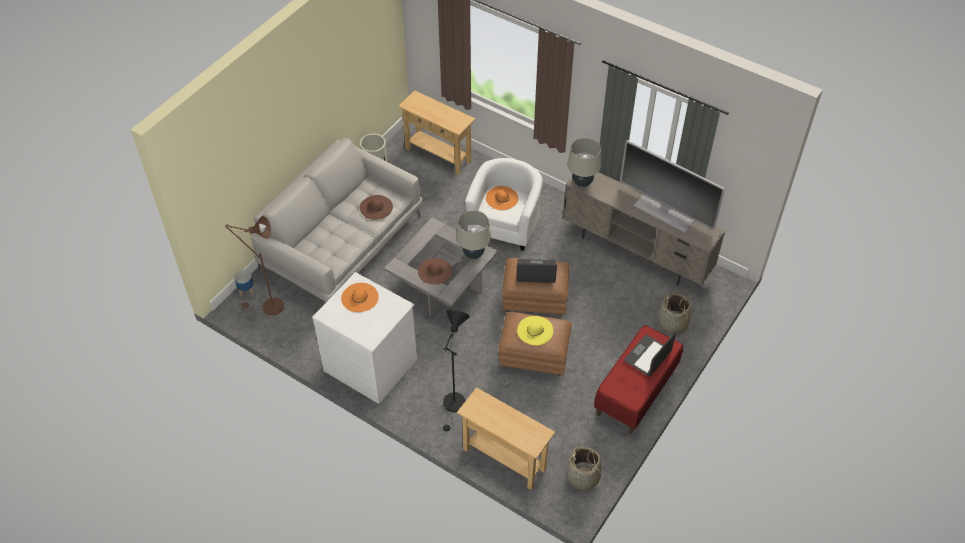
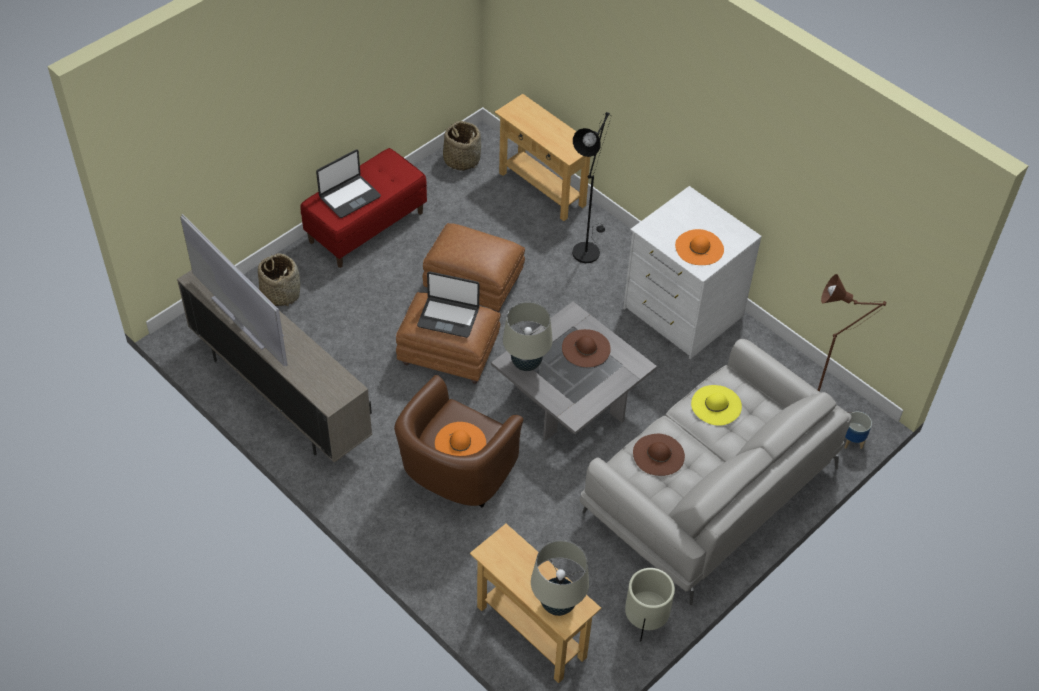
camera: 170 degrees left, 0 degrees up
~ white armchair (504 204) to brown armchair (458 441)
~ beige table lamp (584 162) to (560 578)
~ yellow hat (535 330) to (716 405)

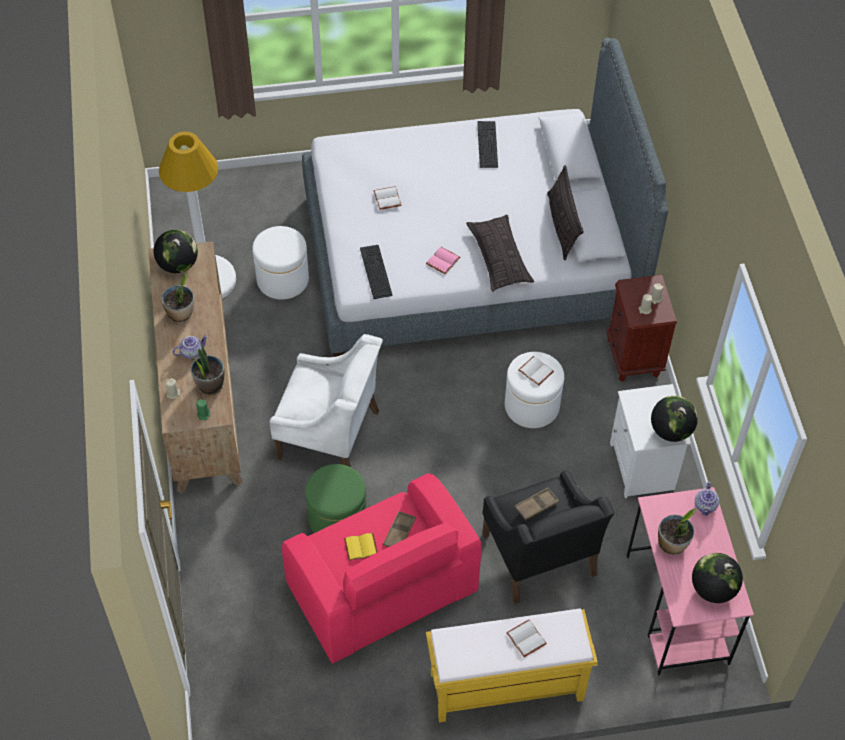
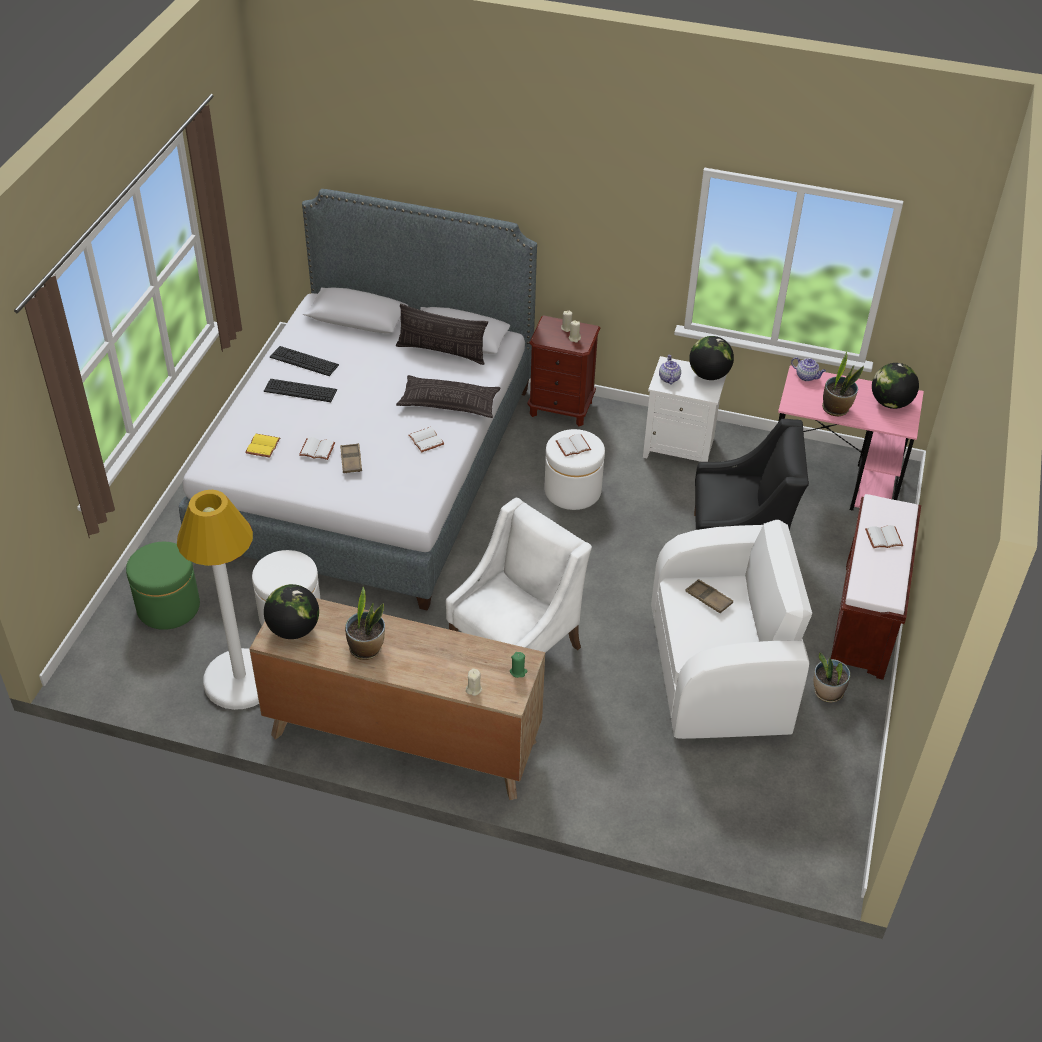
camera: 65 degrees left, 10 degrees down
~ green ottoman (335 498) to (163 586)
~ yellow book (360 547) to (262 445)
~ keyboard (376 272) to (300 390)
~ brown tray (537 504) to (351 458)
~ pink book (443 260) to white book (426 439)
~ pink armchair (381 568) to white armchair (731 629)
~ teapot (190 347) to (670 370)
~ potted plant (207 367) to (832 677)
~ yellow bench (512 665) to brown bench (876 587)

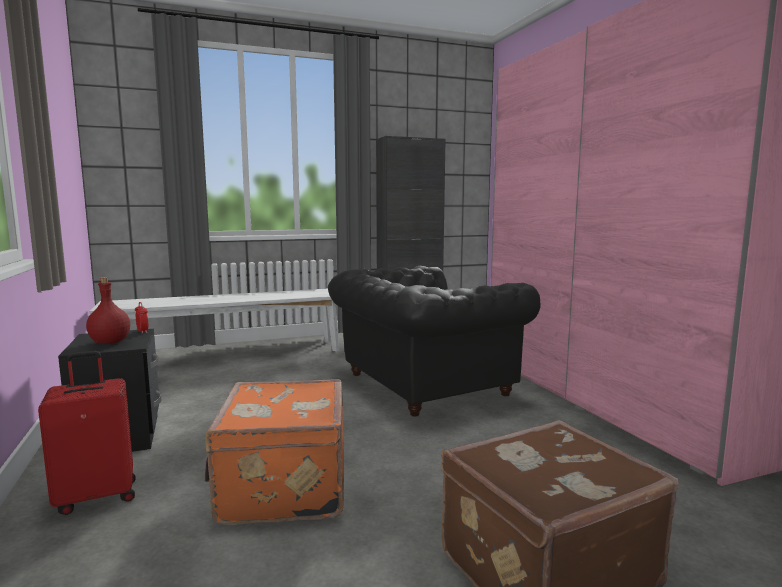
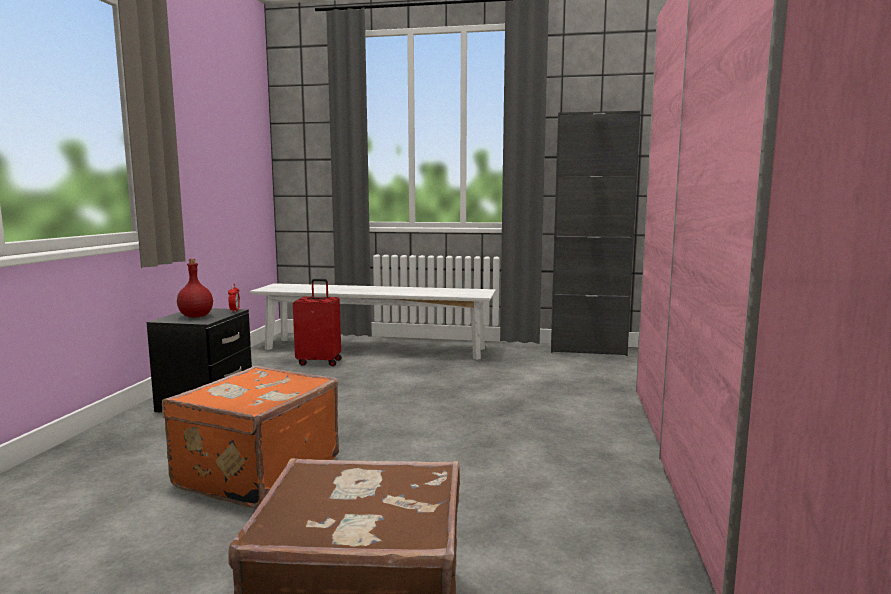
camera: 30 degrees right, 0 degrees up
~ red suitcase (87 433) to (317 322)
- black armchair (434 341)

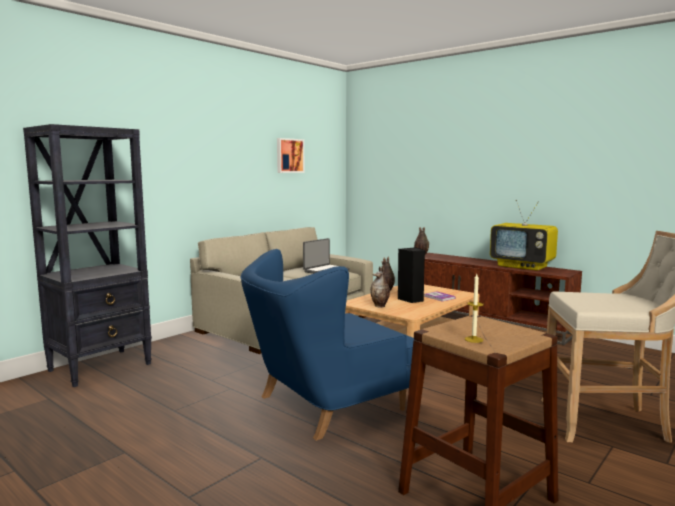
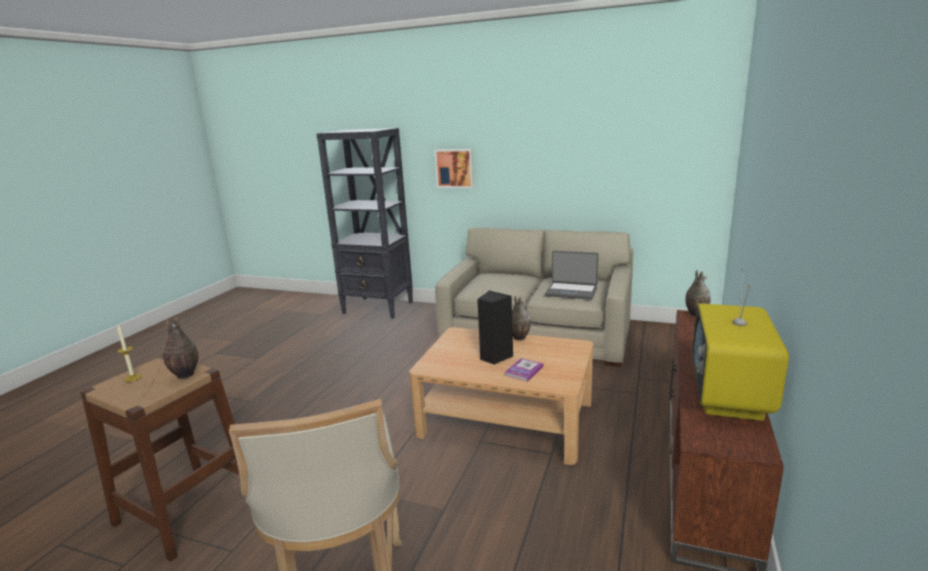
camera: 70 degrees right, 10 degrees up
~ vase (380 287) to (180 348)
~ picture (291 155) to (454 168)
- blue armchair (327 345)

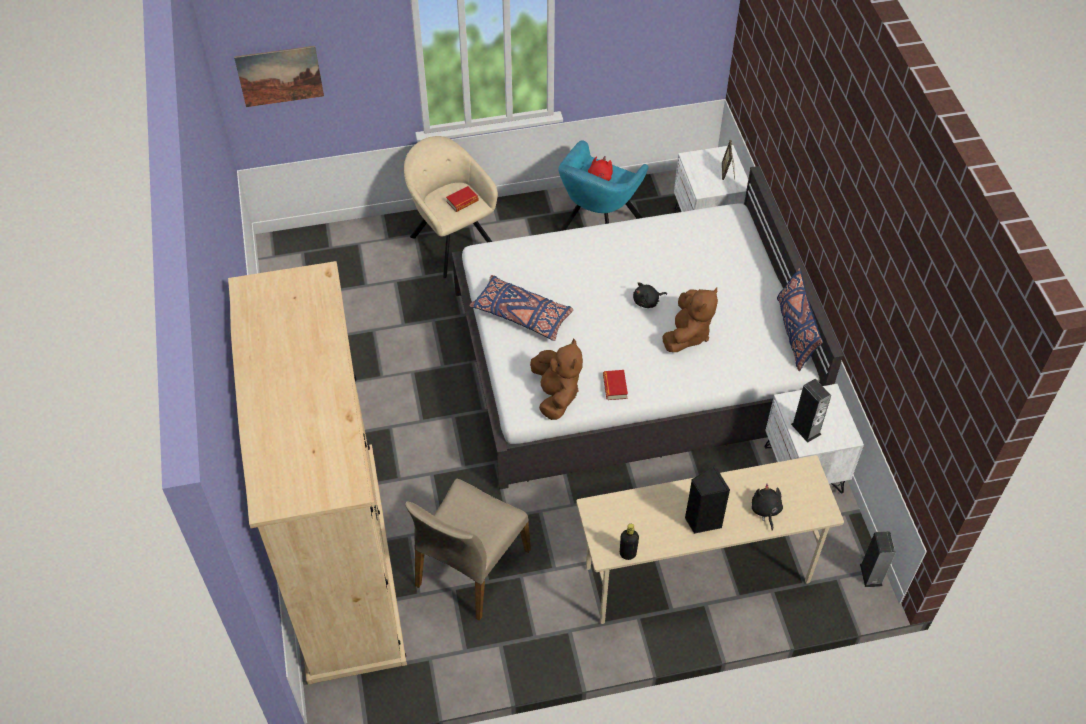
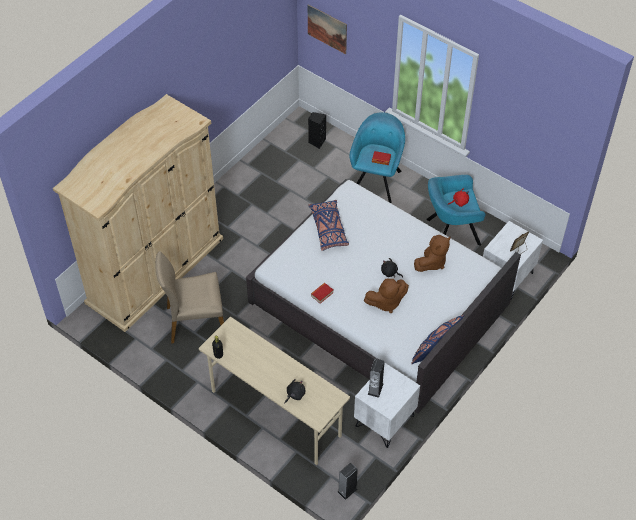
camera: 50 degrees right, 0 degrees up
~ black speaker (707 499) to (317 130)
~ beige armchair (451 207) to turquoise armchair (377 157)
~ brown plush toy (556 379) to (432 253)

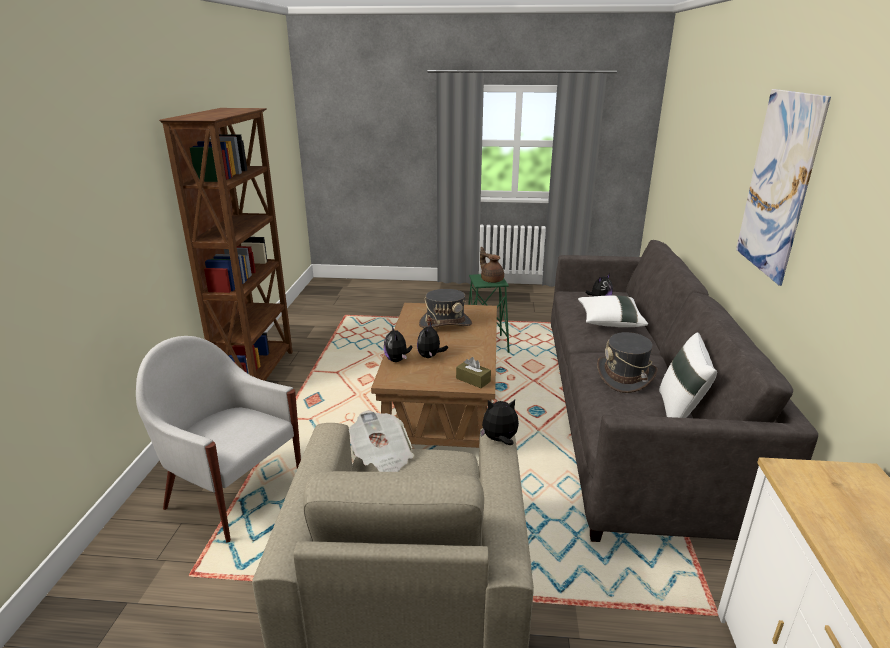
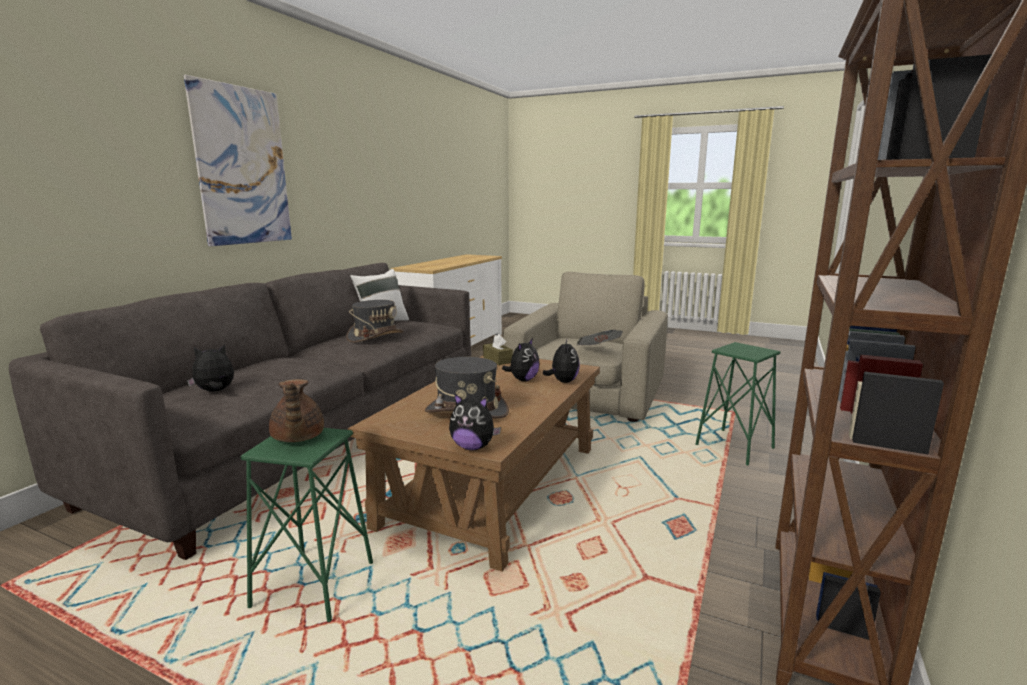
camera: 160 degrees left, 10 degrees down
~ plush toy (499 422) to (475 422)
~ white armchair (218 439) to green stool (737 404)
- white pillow (613 311)

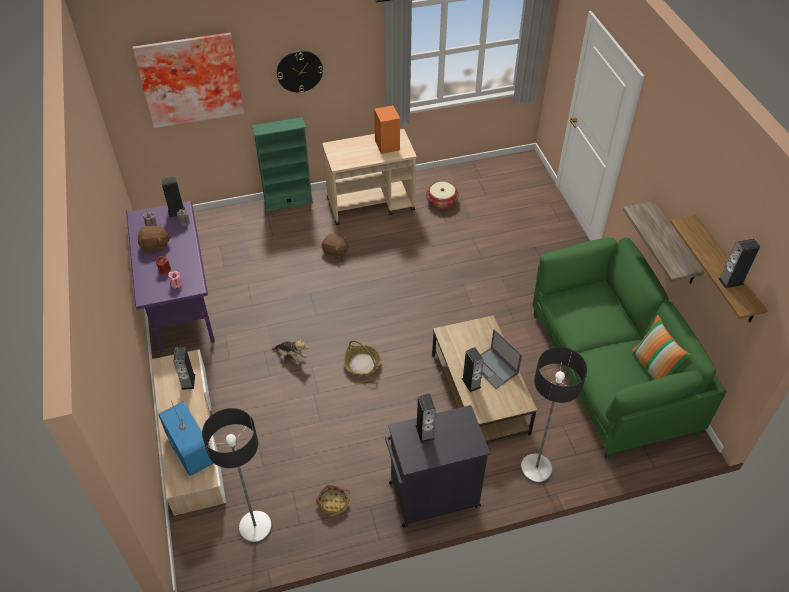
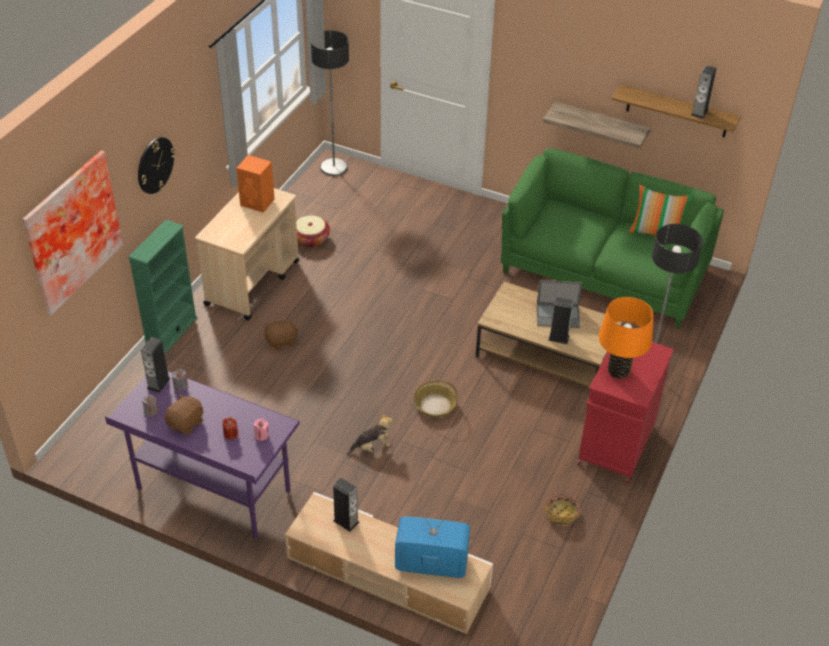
camera: 50 degrees left, 5 degrees down
~ floor lamp (237 475) to (330 103)
~ black cabinet (438 466) to red cabinet (626 412)
~ speaker (425 418) to orange table lamp (626 338)

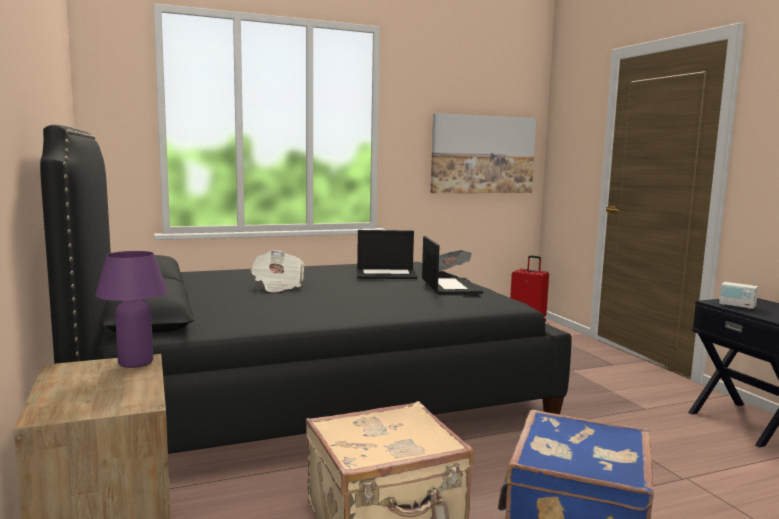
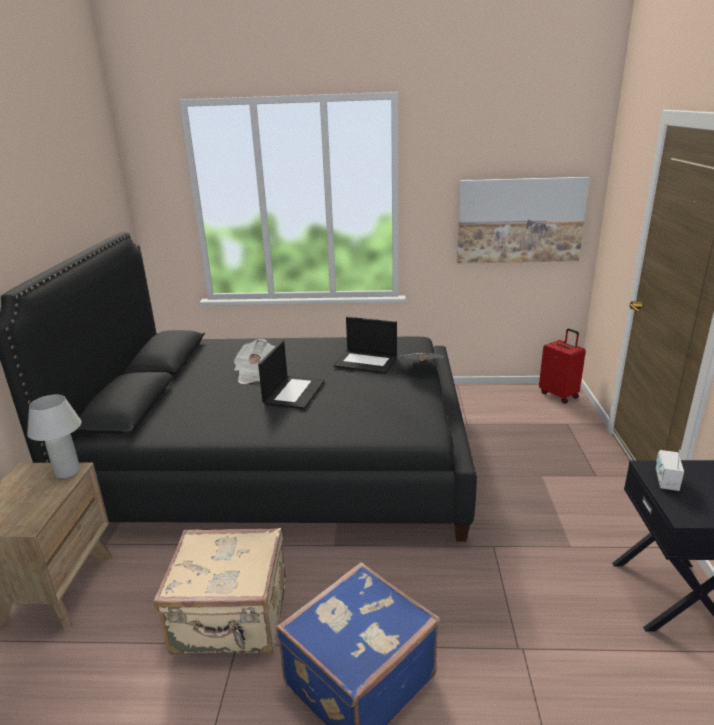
camera: 25 degrees right, 15 degrees up
~ purple table lamp (131 309) to white table lamp (54 437)
~ laptop (452 265) to (291 374)
~ radio (738 289) = (670 470) 45 degrees clockwise

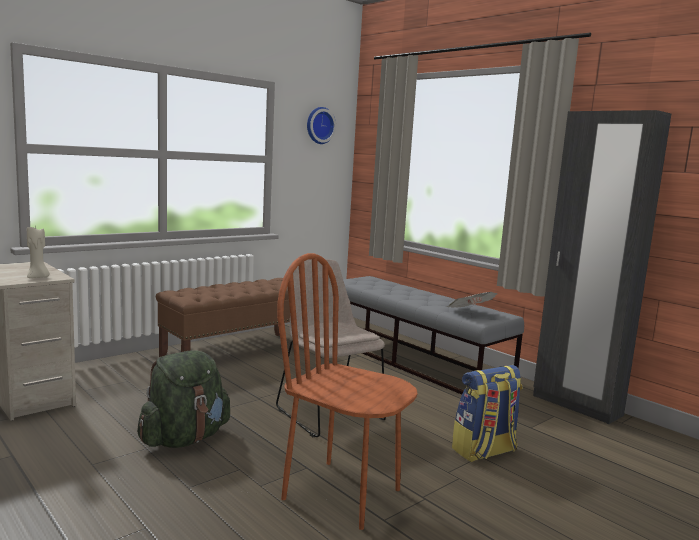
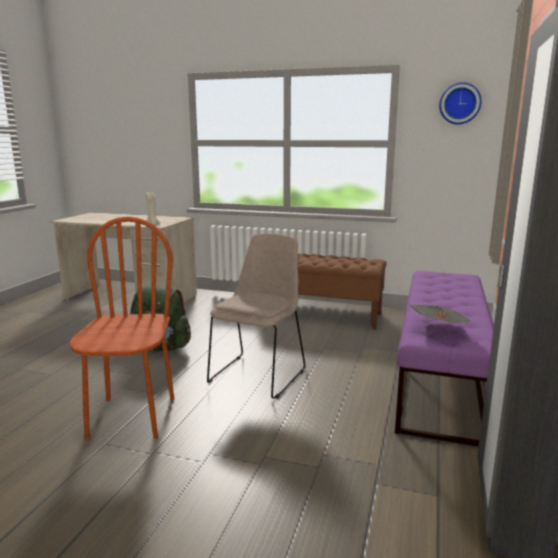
camera: 60 degrees right, 5 degrees up
~ grey bench (433 335) to purple bench (444 358)
- backpack (487 413)

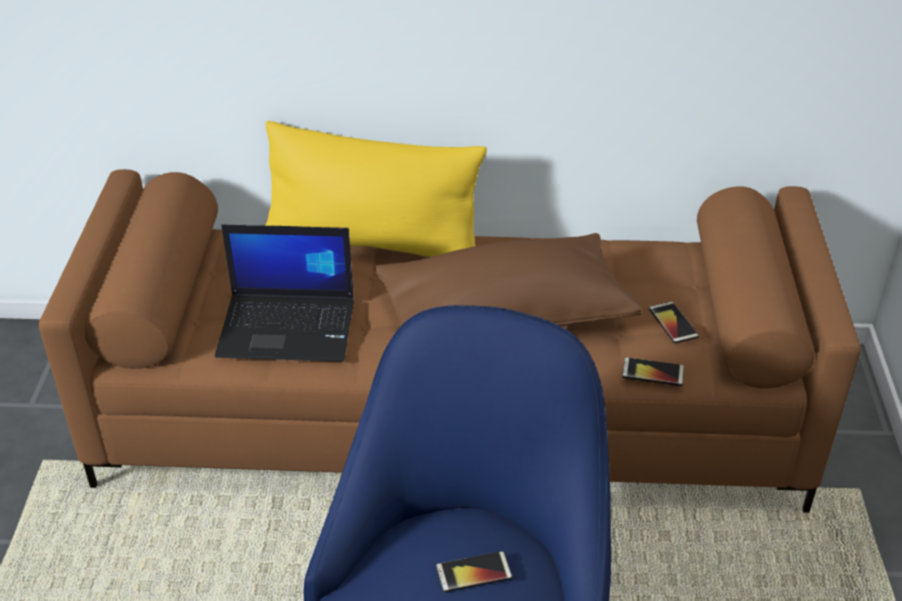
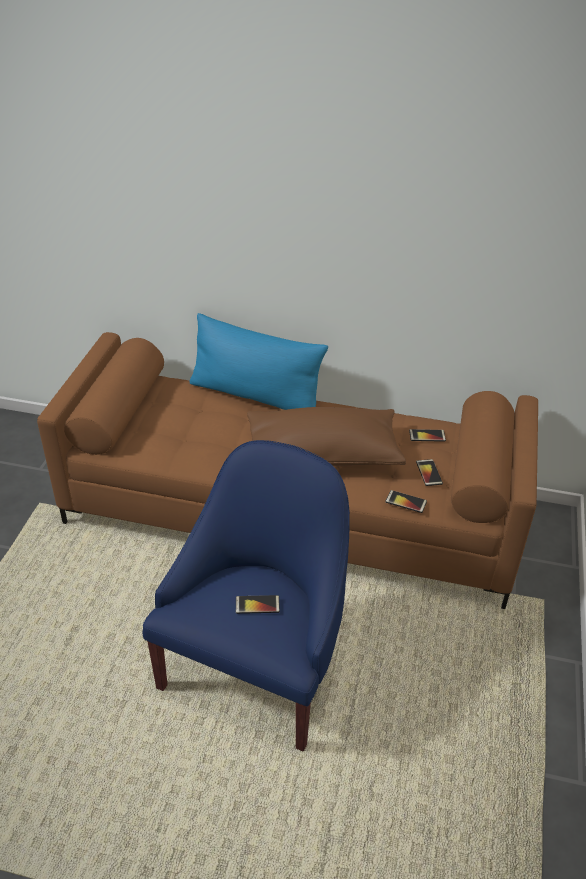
camera: 10 degrees right, 0 degrees up
~ yellow pillow (376 189) to blue pillow (259 361)
+ phone (427 435)
- laptop (284 293)

